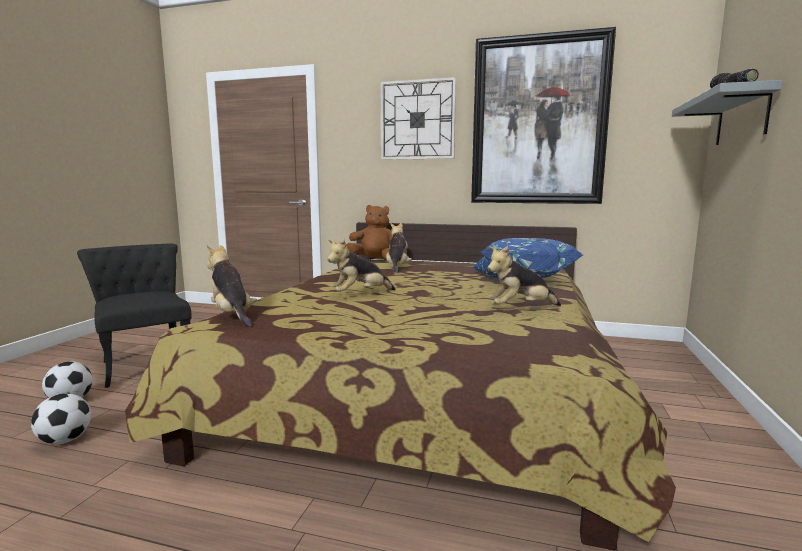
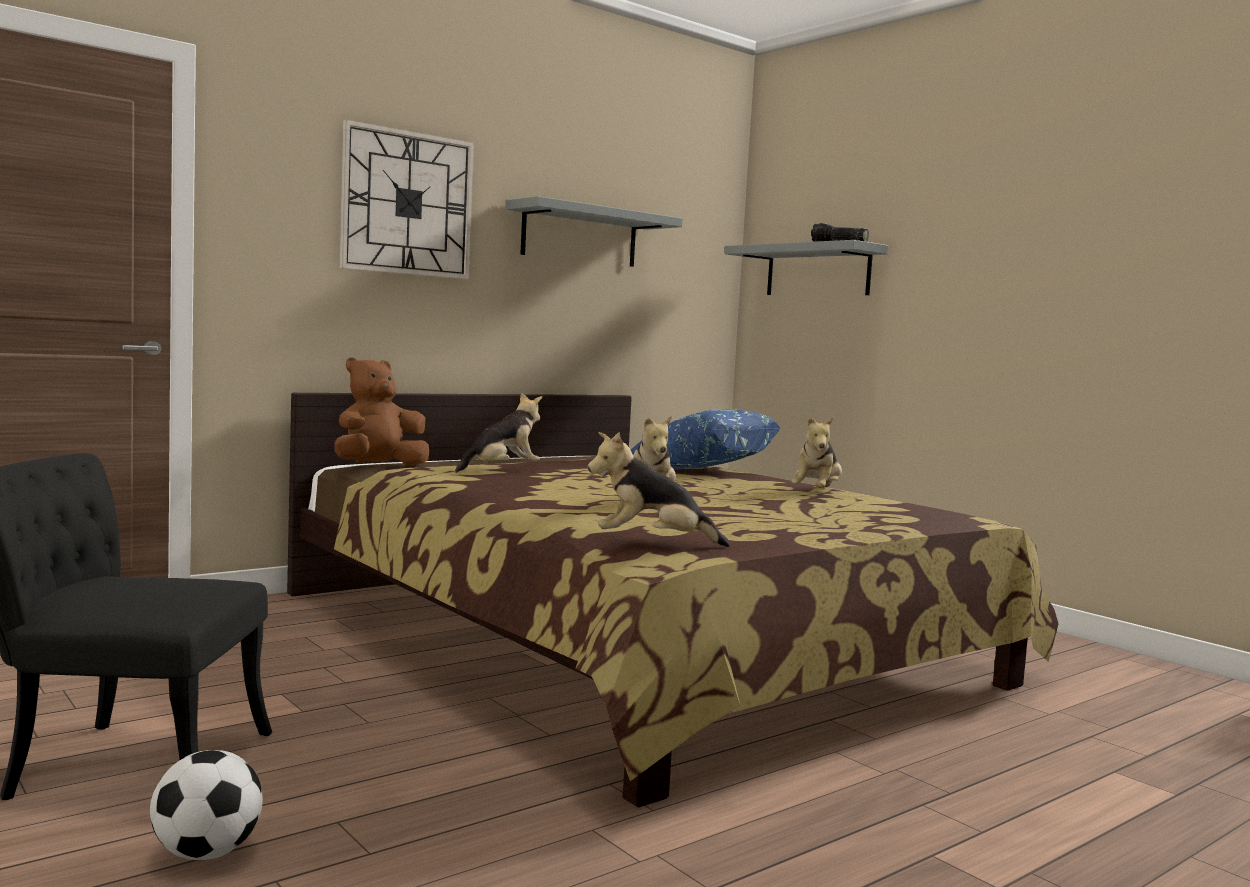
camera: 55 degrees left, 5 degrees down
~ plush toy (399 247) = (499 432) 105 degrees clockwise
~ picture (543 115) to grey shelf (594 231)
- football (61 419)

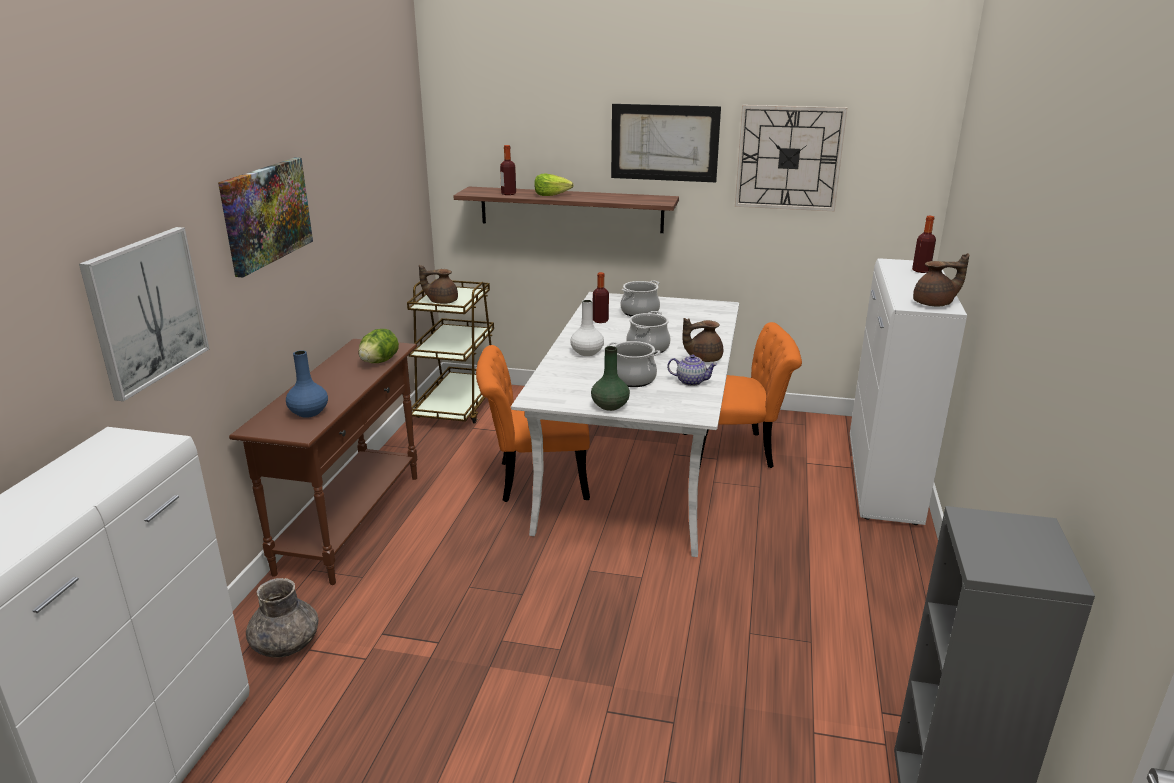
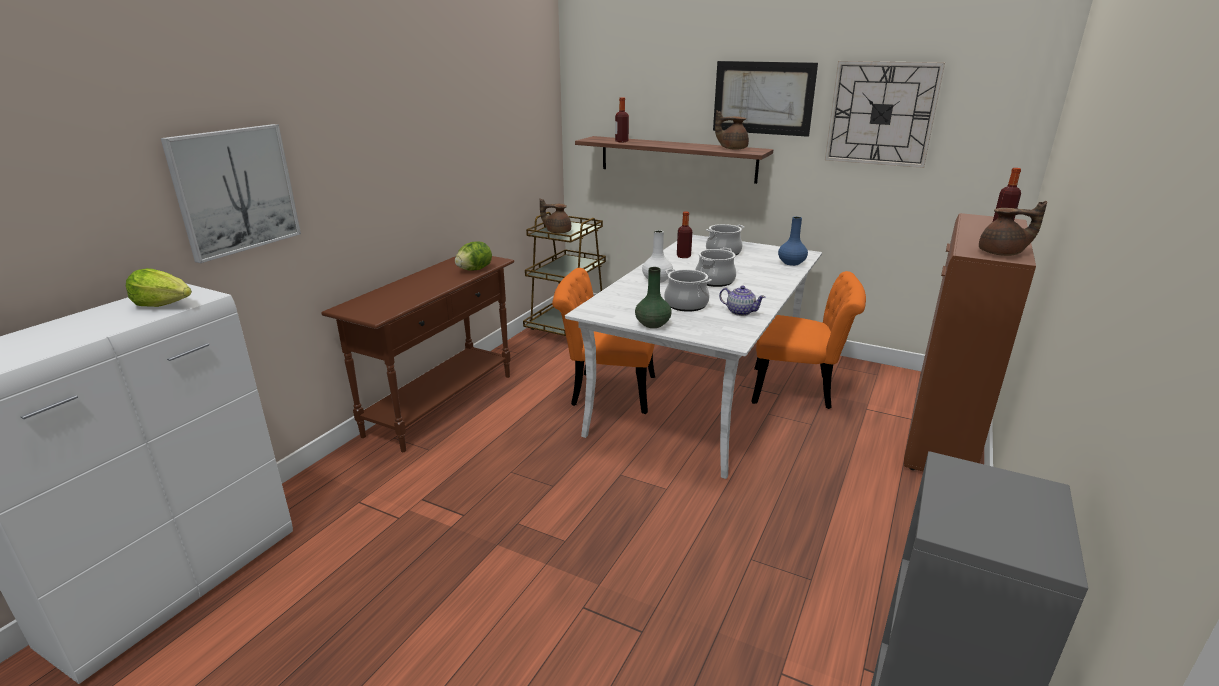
camera: 15 degrees right, 0 degrees up
~ lettuce (553 185) to (159 287)
~ brown teapot (702 340) to (732 130)
~ blue vase (307 384) to (793 241)
~ white cabinet (908 391) to brown cabinet (970 342)
- picture (265 217)
- grey vase (282 618)

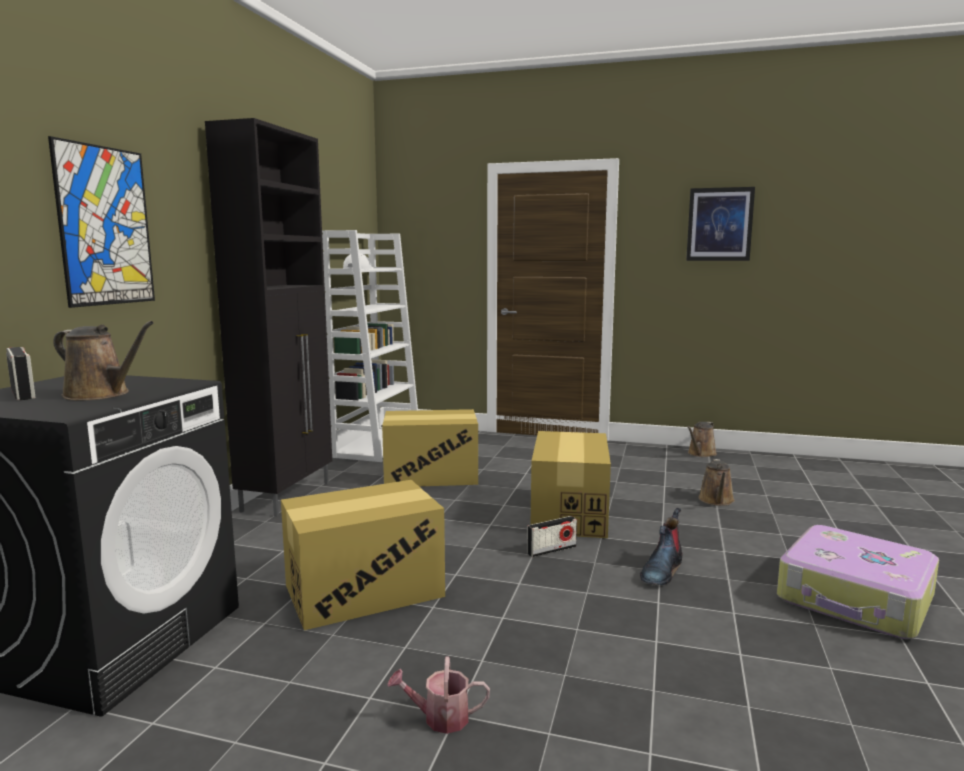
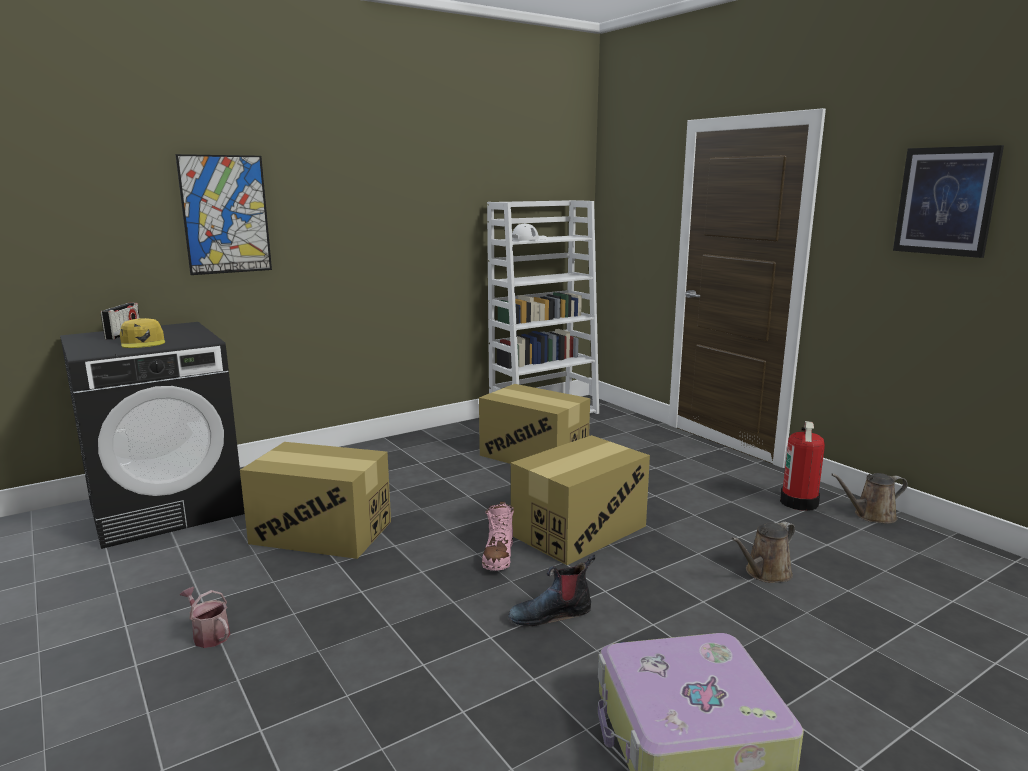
camera: 40 degrees right, 5 degrees up
~ brown watering can (103 360) to yellow cap (142 333)
~ radio (552 536) to pink boot (498 536)
+ fire extinguisher (802 466)
- black cabinet (268 317)

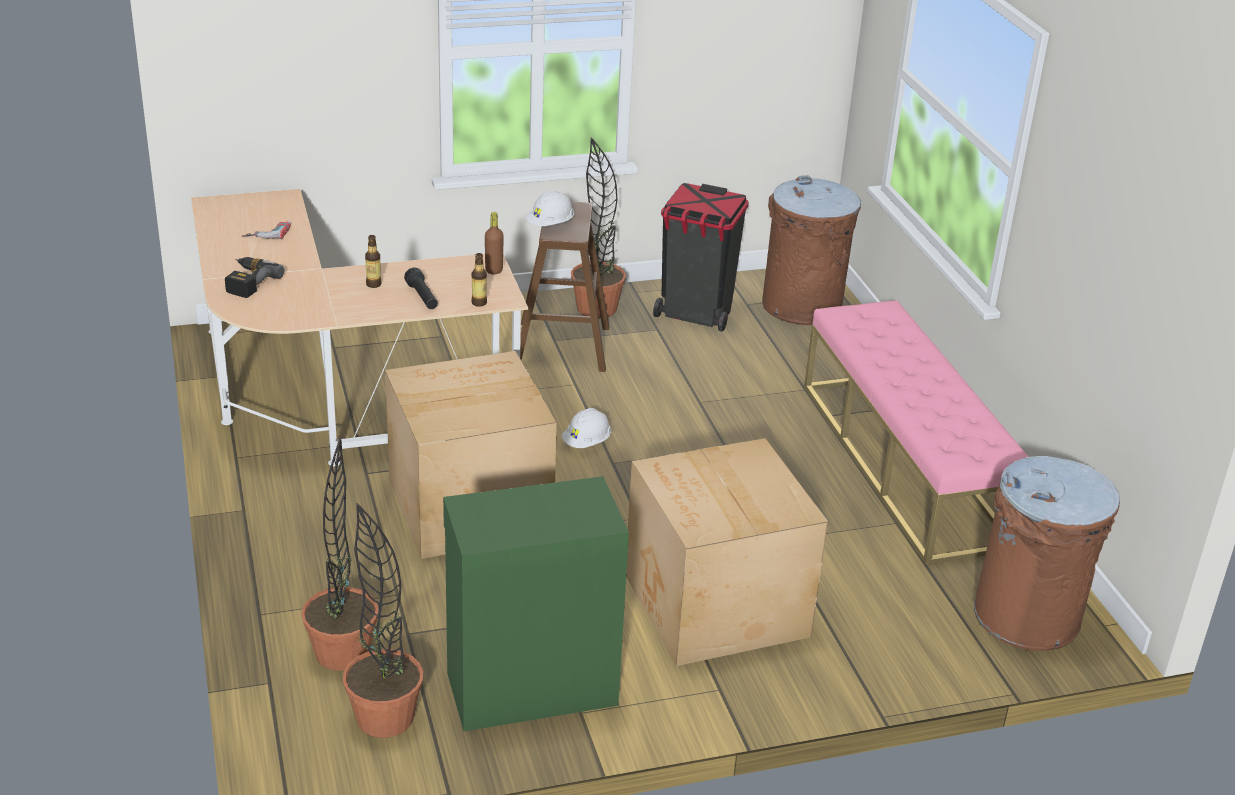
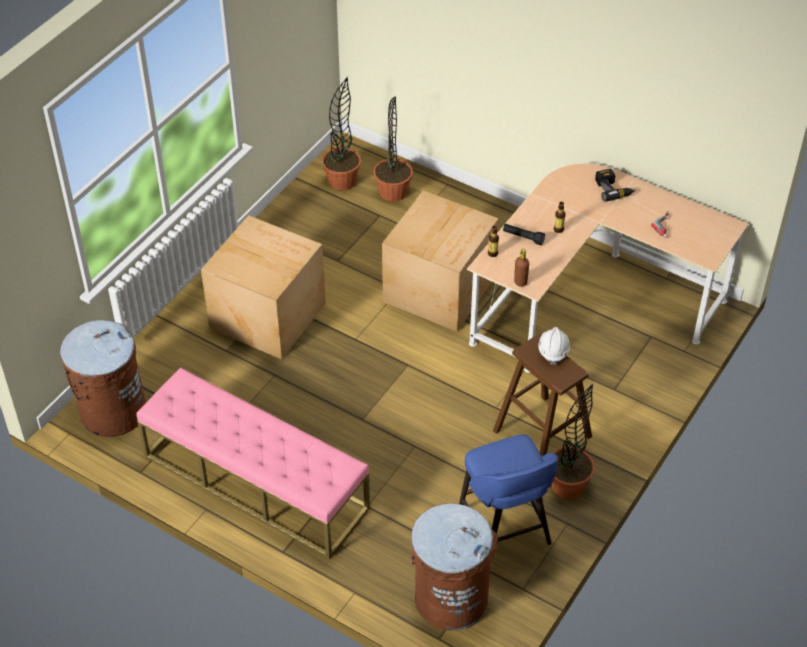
camera: 140 degrees right, 15 degrees up
~ black trash can (701 257) to blue stool (508 489)
- green cabinet (536 603)
- white hard hat (587 428)

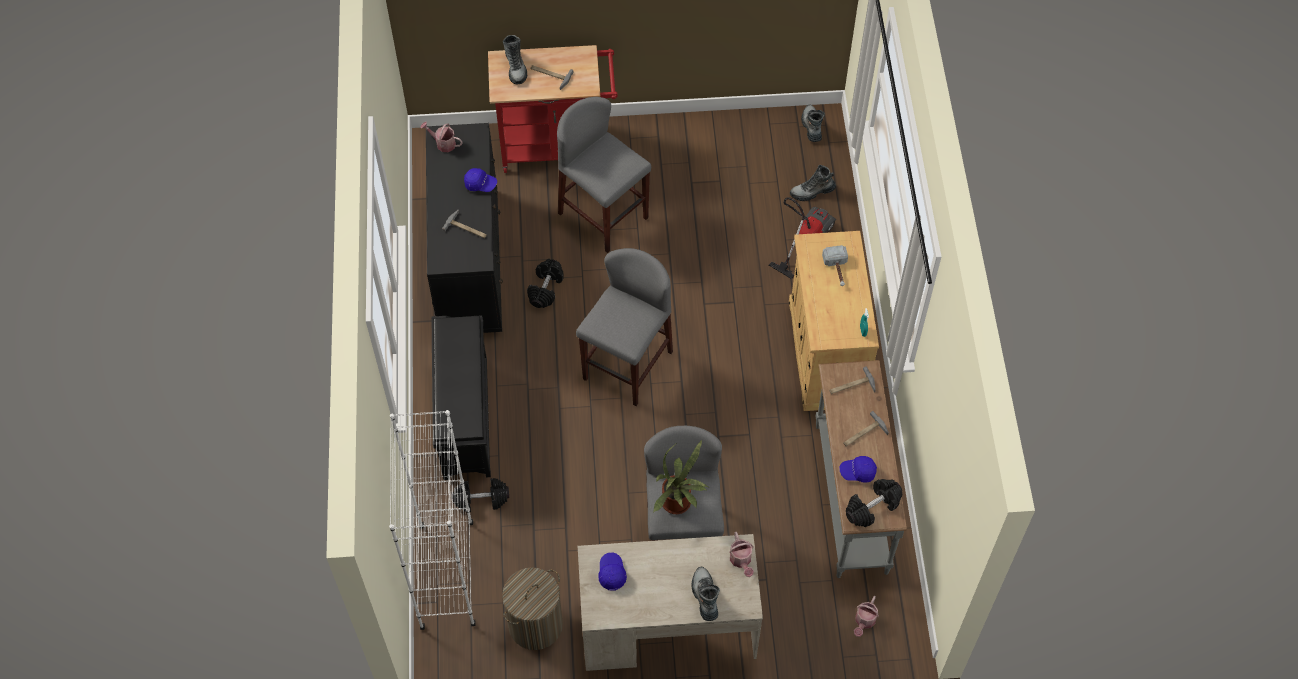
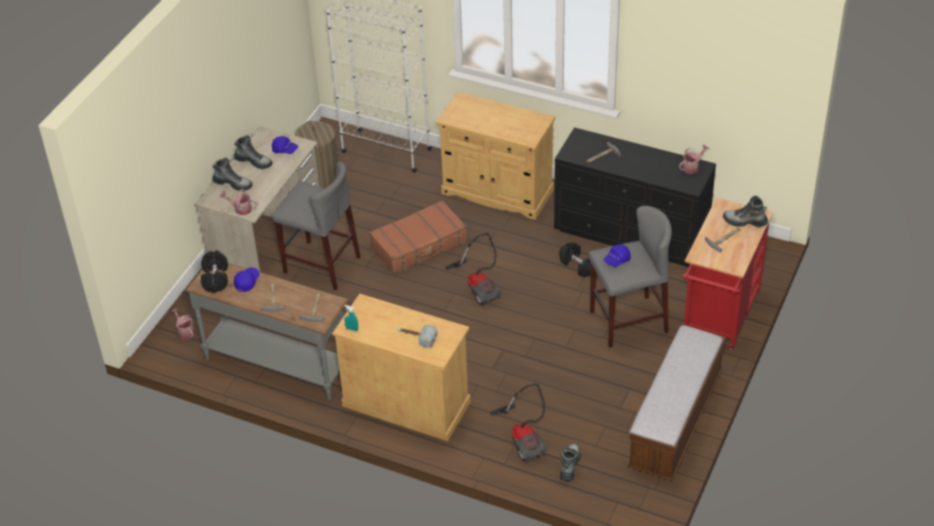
camera: 120 degrees right, 15 degrees down
~ boot (813 123) to (253 152)
+ brown suitcase (418 237)
~ black shoe rack (461 397) to beige cabinet (495 156)
~ grey stool (624 327) to vacuum cleaner (473 269)
~ blue cap (480 180) to (617 255)
+ bench (677 403)
- black dumbbell (481 495)
- potted plant (680 476)

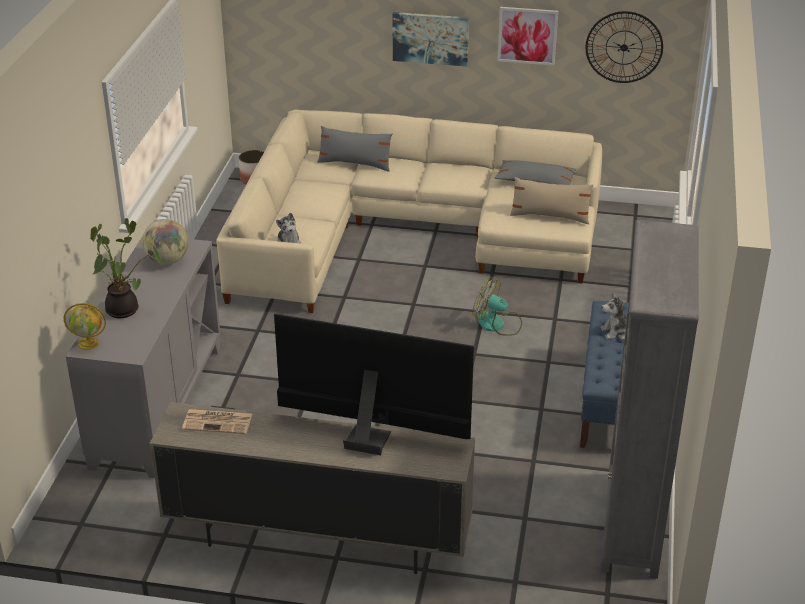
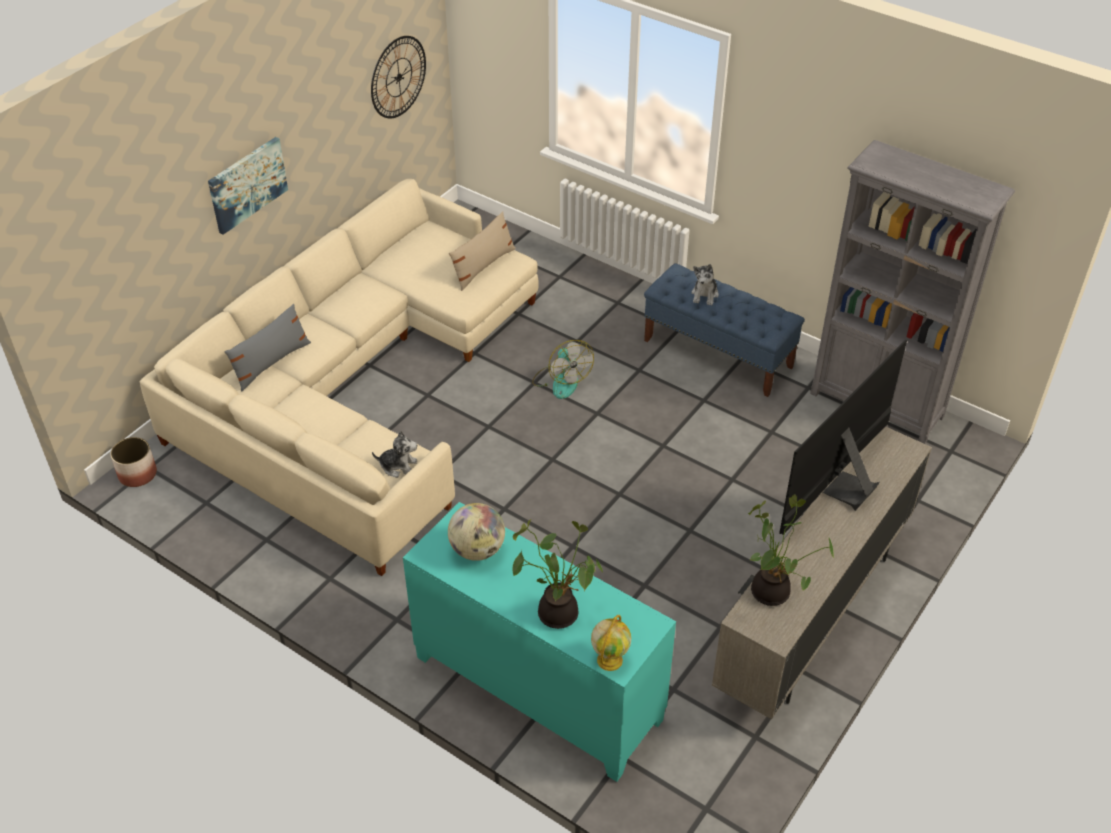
camera: 65 degrees left, 10 degrees up
~ grey cabinet (143 357) to turquoise cabinet (539 642)
~ fan (497 306) = (563 369) 75 degrees counterclockwise
~ newspaper (217 421) to potted plant (791 550)
- grey pillow (536 172)
- picture (527 36)

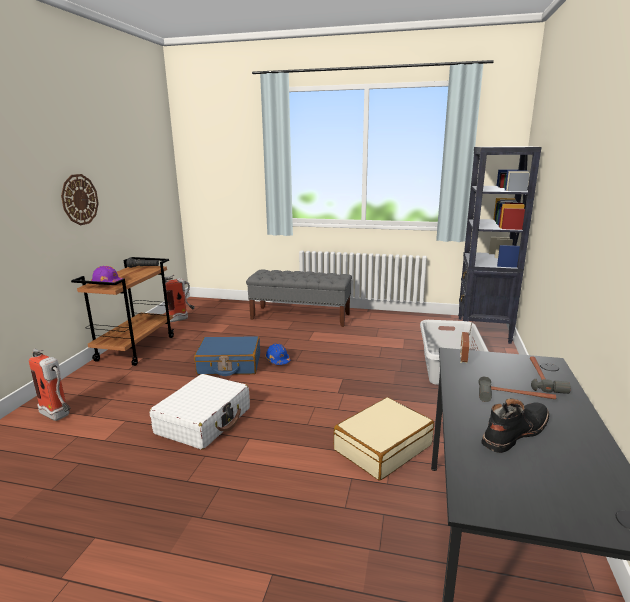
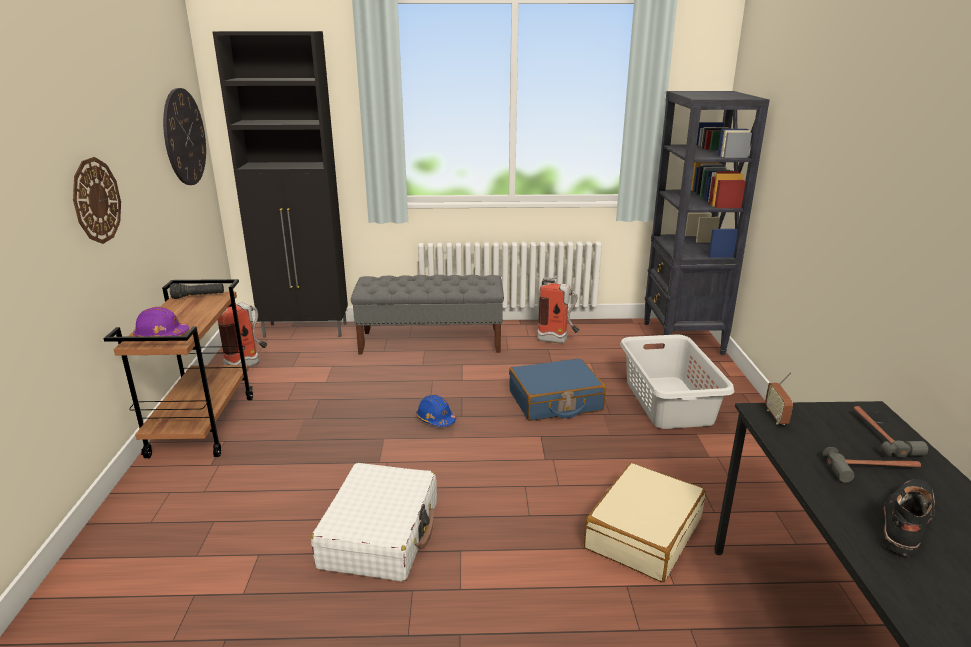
camera: 15 degrees left, 5 degrees up
+ wall clock (184 136)
+ black cabinet (280 184)
~ blue suitcase (227 356) to (557 389)
~ fire extinguisher (50 385) to (558 310)

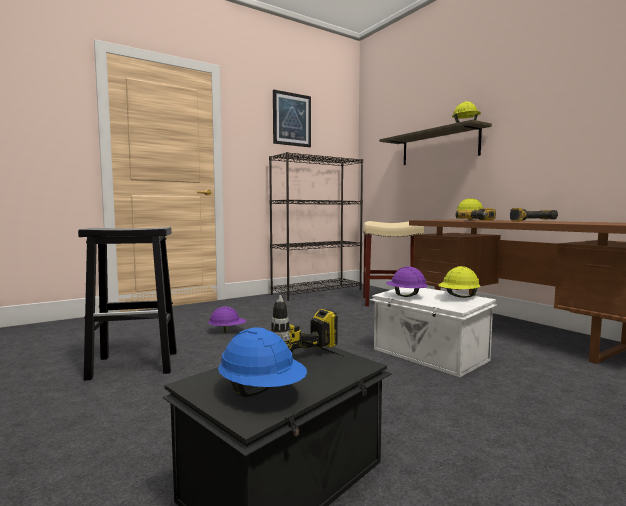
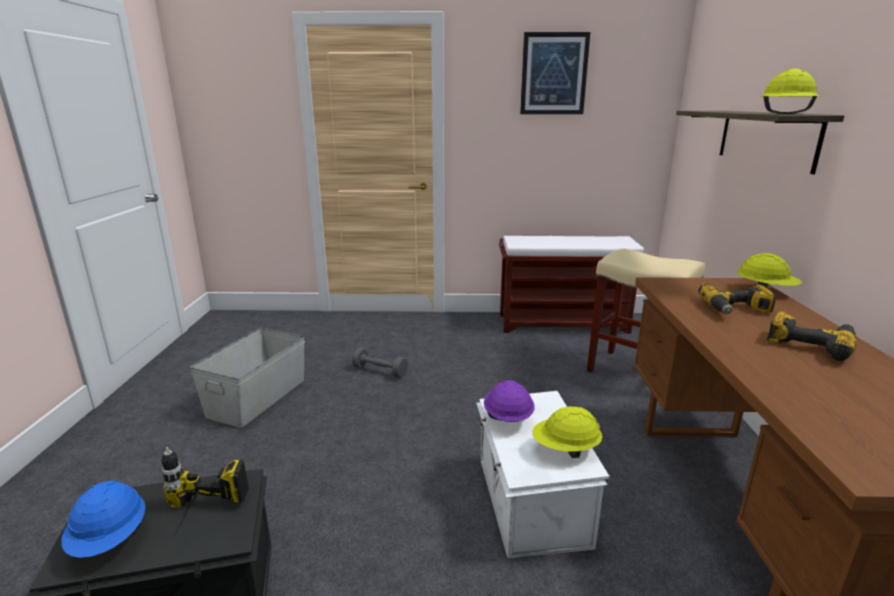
camera: 35 degrees right, 15 degrees up
~ black stool (127 304) to grey storage box (247 378)
~ purple hard hat (227 319) to grey dumbbell (380 362)
~ black bookcase (316 226) to brown bench (571 285)

